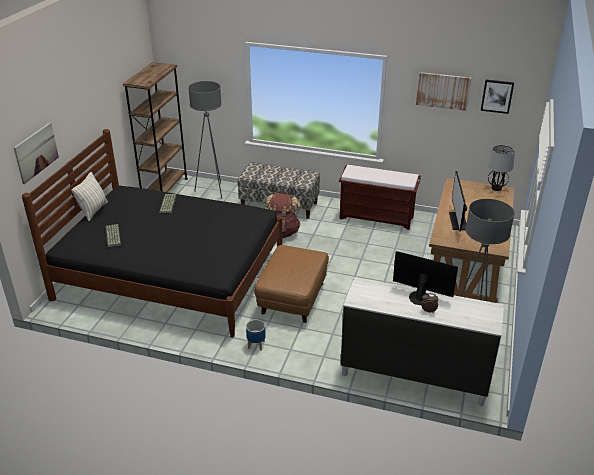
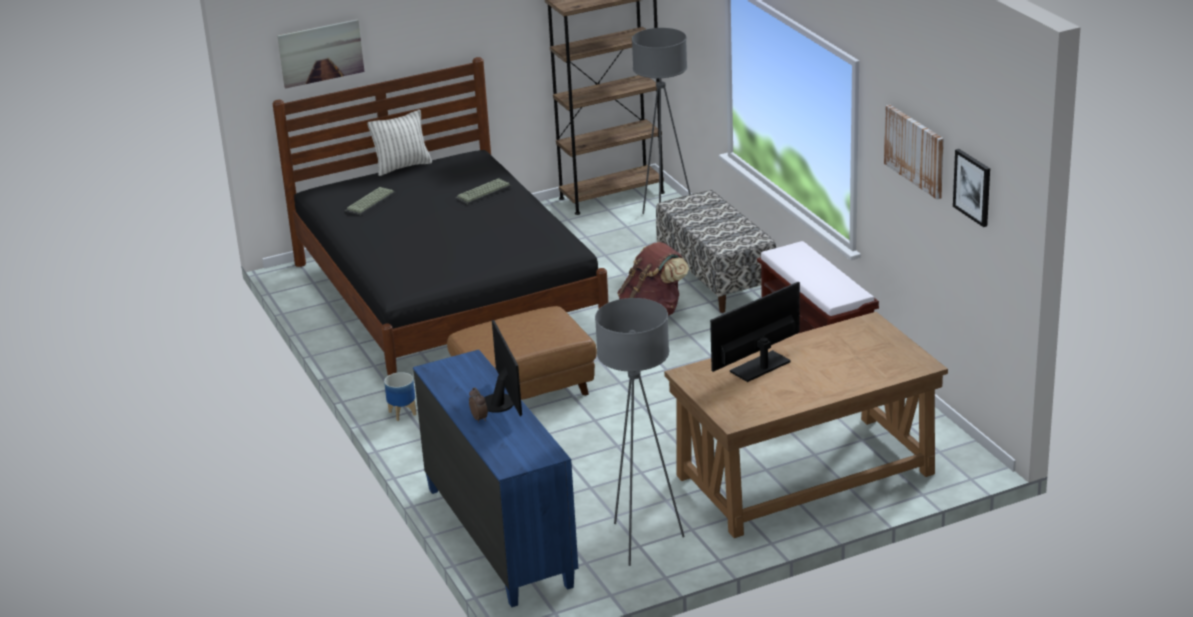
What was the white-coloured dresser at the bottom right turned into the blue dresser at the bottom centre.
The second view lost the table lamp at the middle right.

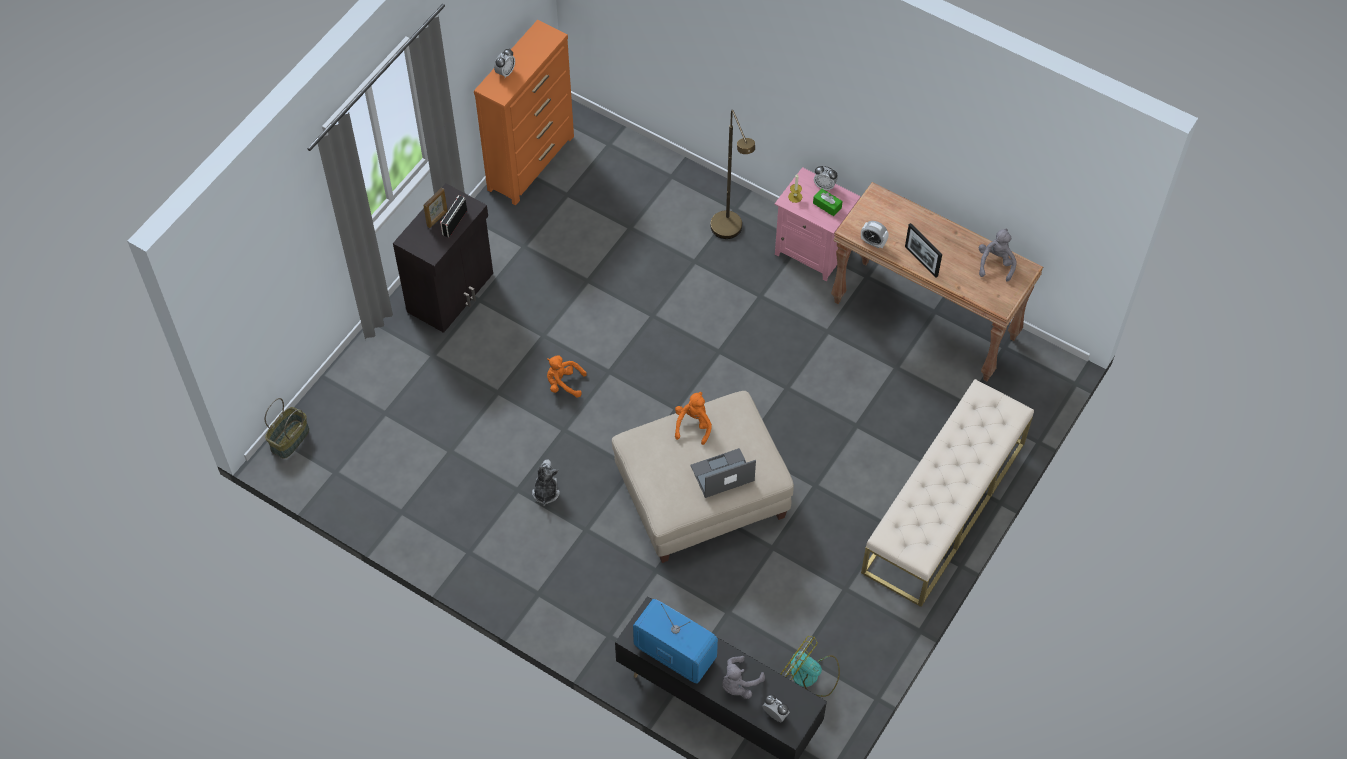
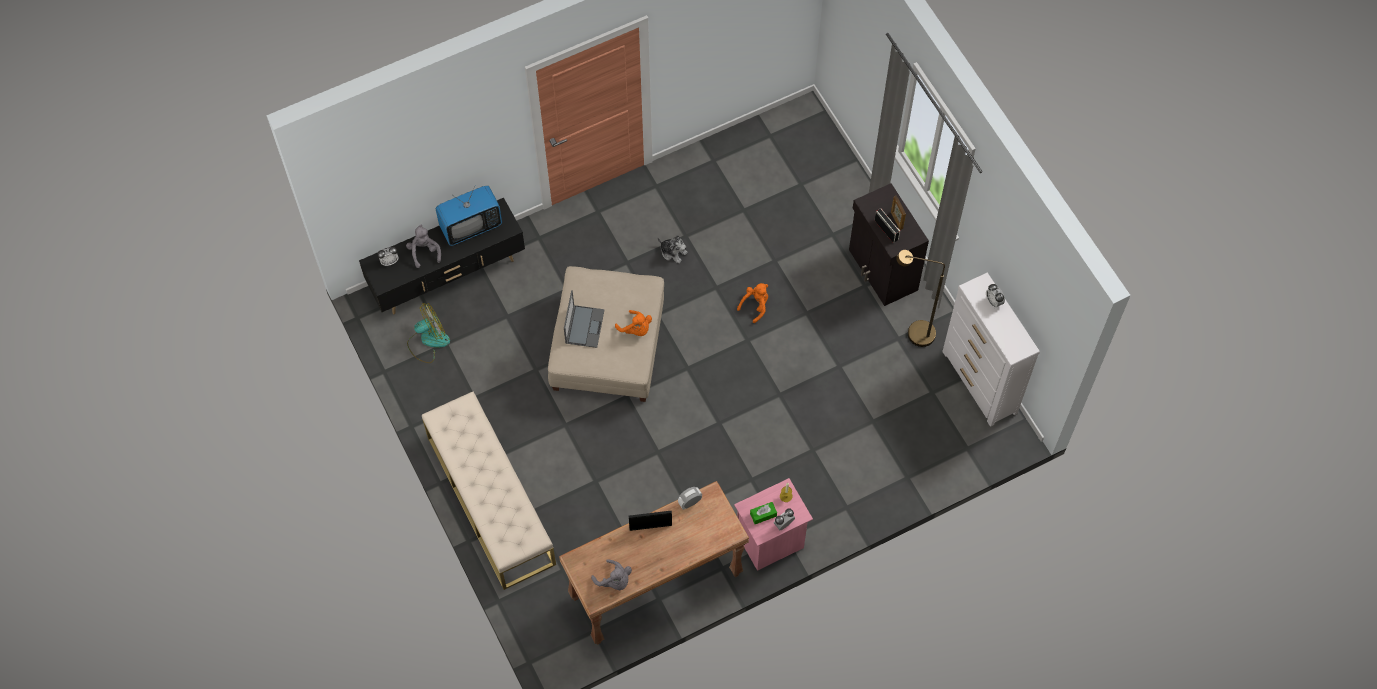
The second view lost the household basket at the middle left.
What was the orange-coloured dresser at the top centre turned into the white-coloured dresser at the middle right.
The brown standard lamp ended up elsewhere, having gone from the top centre to the middle right.

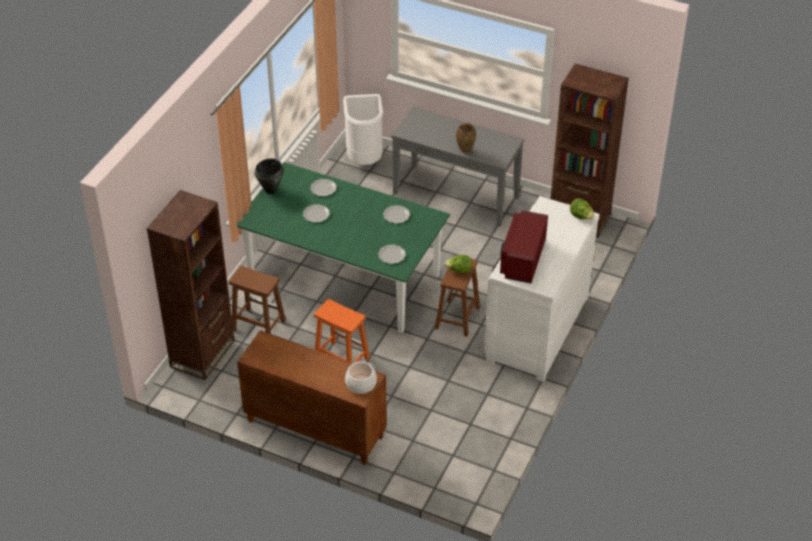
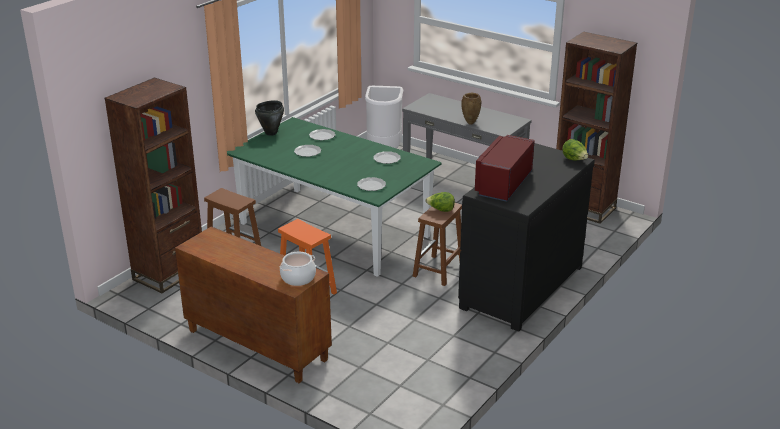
What was the white-coloured dresser at the middle right turned into the black dresser at the middle right.

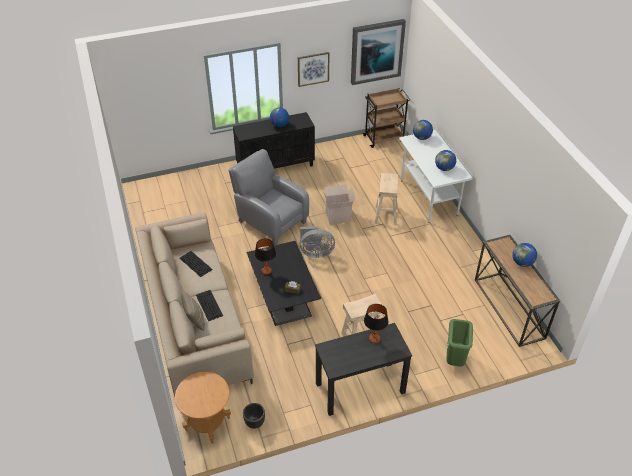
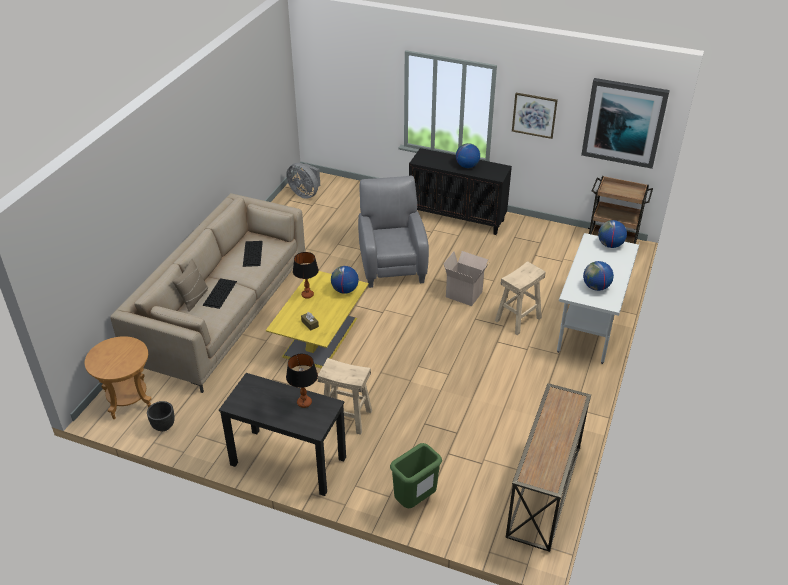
What was the black lounge table at the centre turned into the yellow-coloured lounge table at the centre.
The greyish electric fan ended up elsewhere, having gone from the centre to the top centre.
The world globe (4th from left in the first image) ended up elsewhere, having gone from the middle right to the centre.

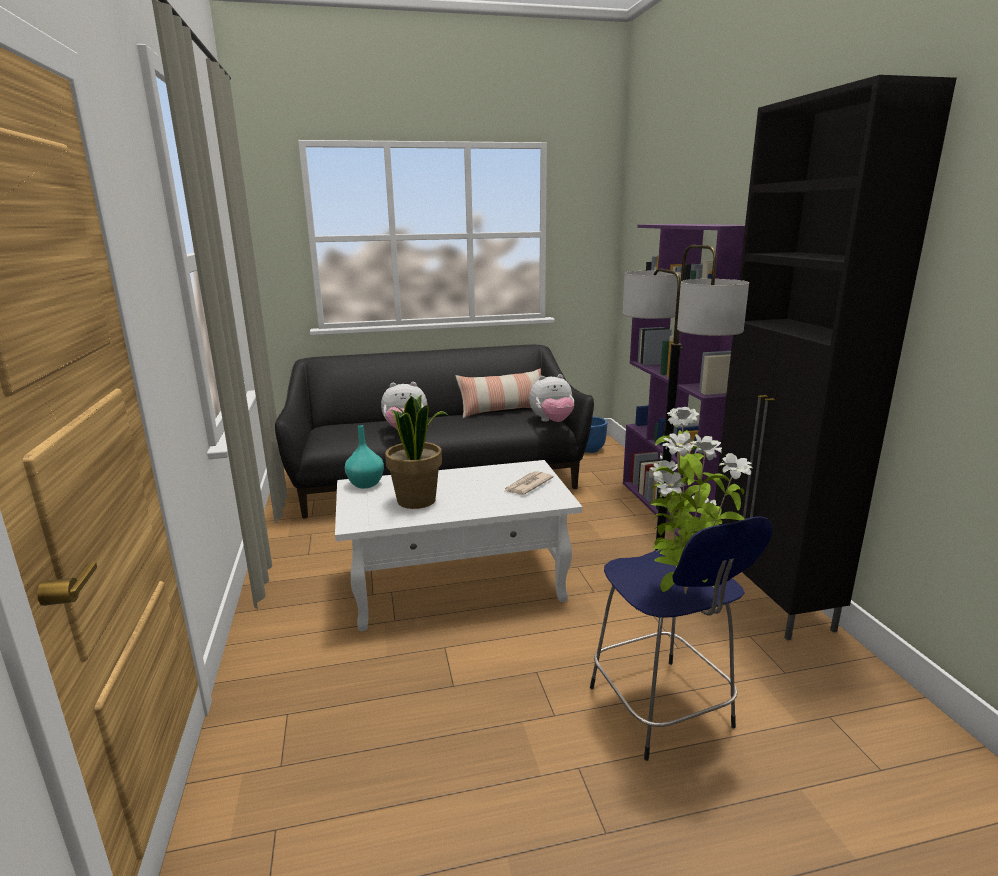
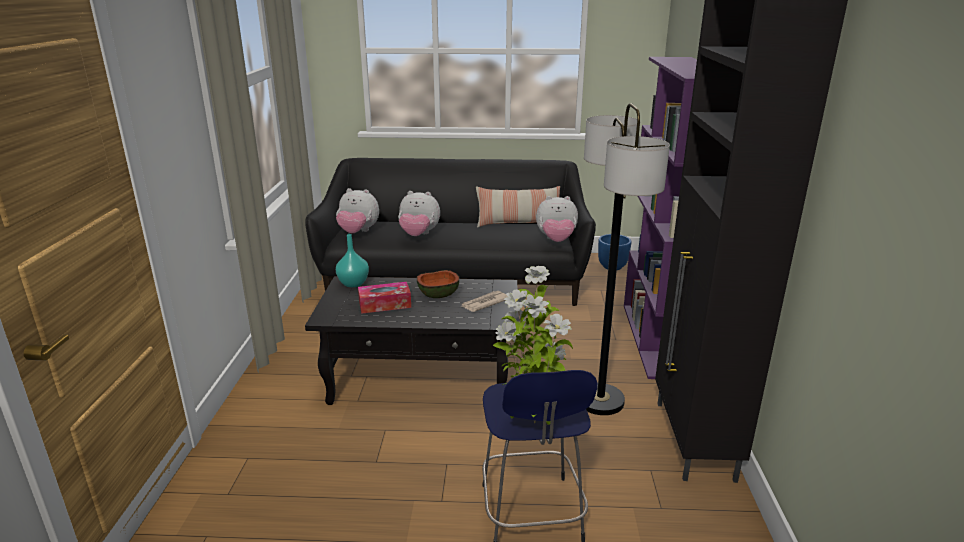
What was the white-coloured lounge table at the centre turned into the black lounge table at the centre.
Where the houseplant (1st from left) stood at the centre, the tissue box came to stand at the centre.
The second view gained the plush toy (1st from left) at the centre.
The second view gained the deep dish at the centre.

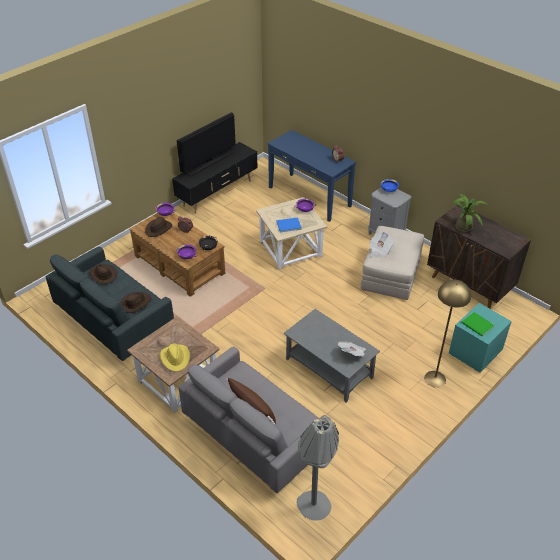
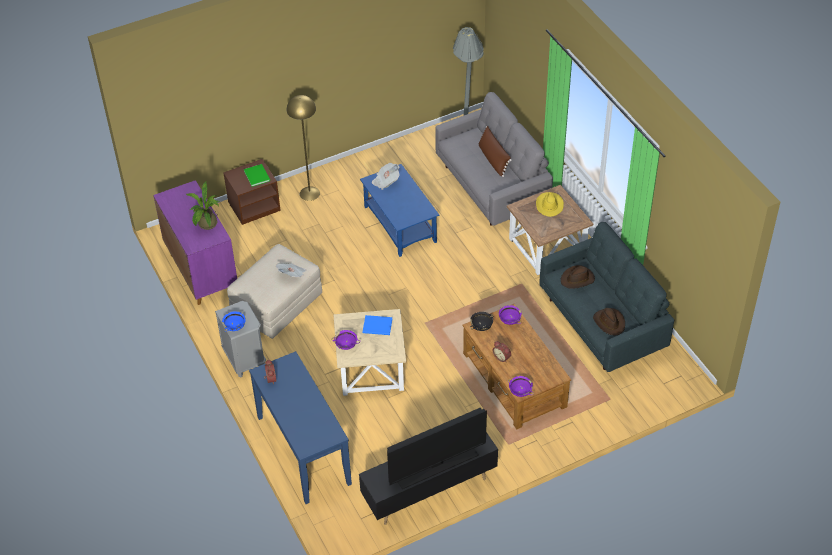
The second view lost the brown wearable hat (3rd from left) at the middle left.
What was the greyish lounge table at the centre turned into the blue lounge table at the centre.
What was the brown storage cabinet at the middle right turned into the purple storage cabinet at the middle left.
What was the blue-green bedside table at the middle right turned into the brown bedside table at the middle left.

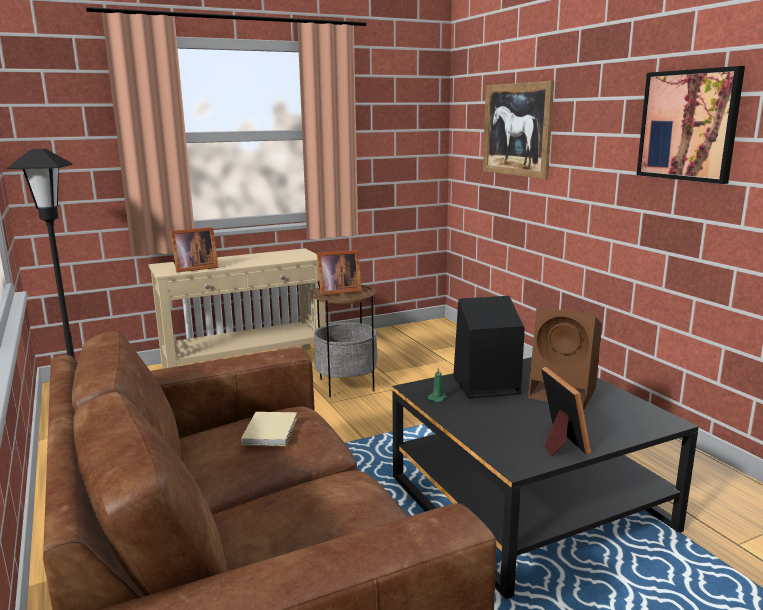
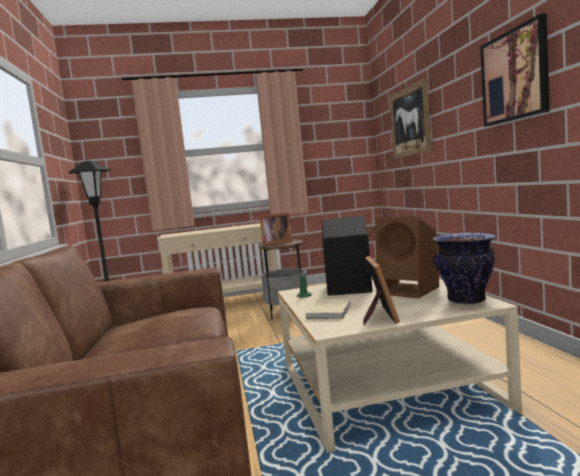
The second view lost the photo frame (1st from left) at the middle left.
The beige-coloured book ended up elsewhere, having gone from the bottom centre to the centre.
What was the black lounge table at the bottom right turned into the beige-coloured lounge table at the bottom right.
The second view gained the flower vase at the middle right.

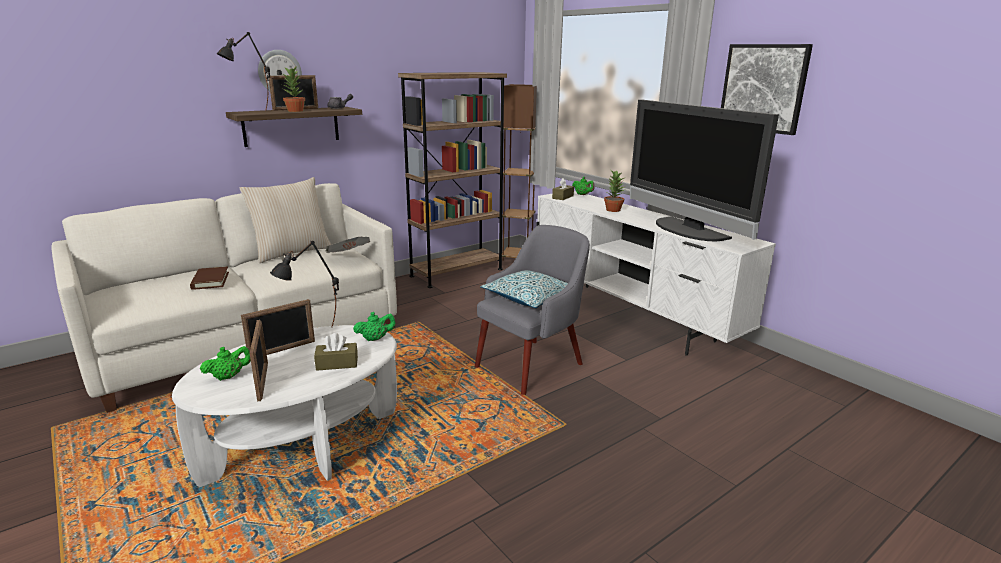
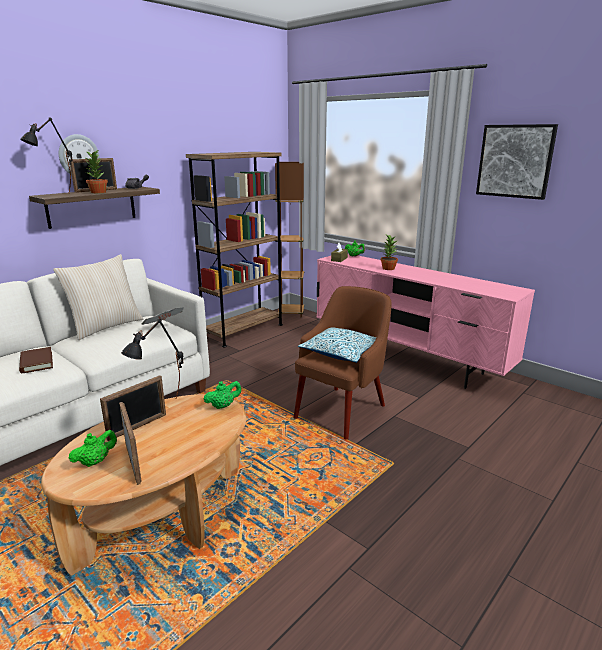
What was the white-coloured lounge table at the bottom left turned into the brown lounge table at the bottom left.
The second view lost the brown tissue box (1st from left) at the centre.
What was the greyish armchair at the centre turned into the brown armchair at the centre.
What was the white-coloured media console at the centre turned into the pinkish media console at the middle right.
The second view lost the TV set at the top right.

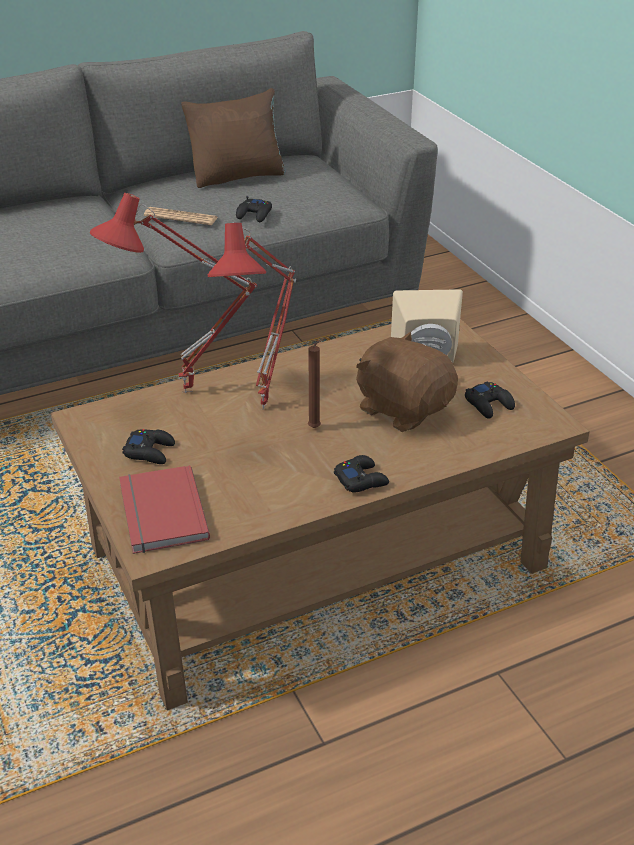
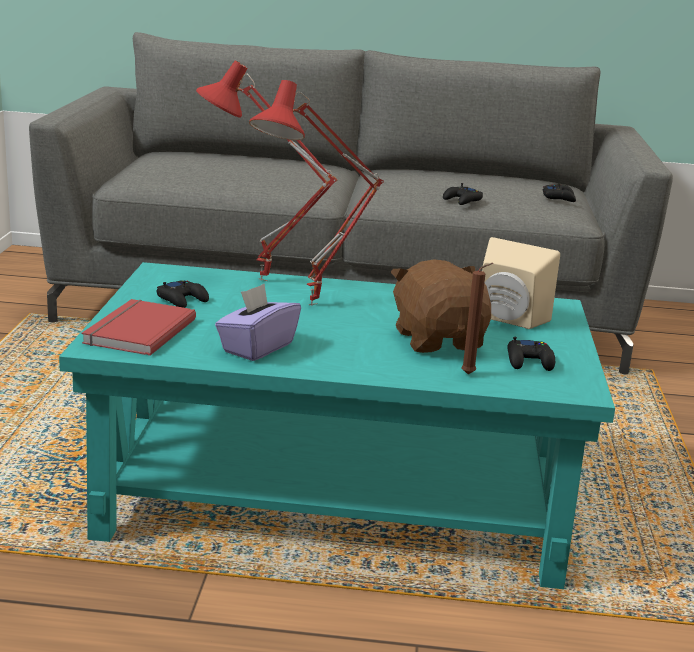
What was the brown lounge table at the centre turned into the blue-green lounge table at the centre.
The second view lost the printed paper at the top left.
The second view lost the brown throw pillow at the top centre.
The brown wax candle ended up elsewhere, having gone from the centre to the middle right.
The black joypad (3rd from left in the first image) ended up elsewhere, having gone from the centre to the top right.
The second view gained the purple tissue box at the centre.

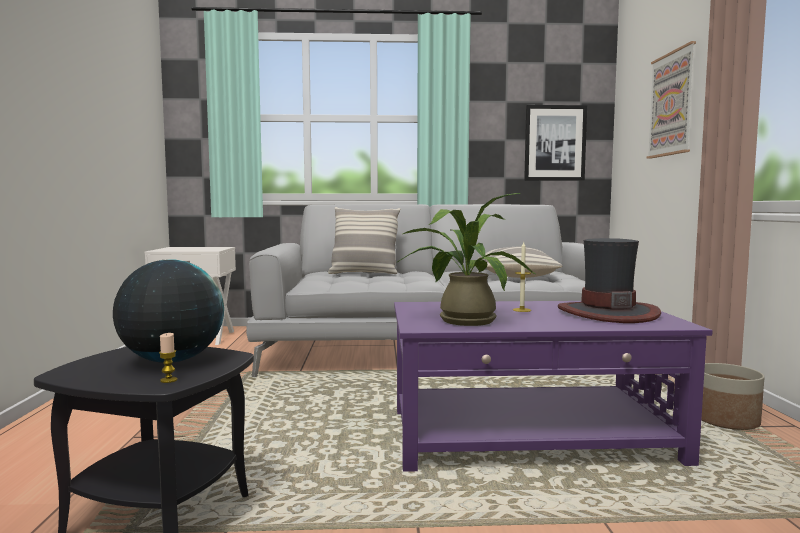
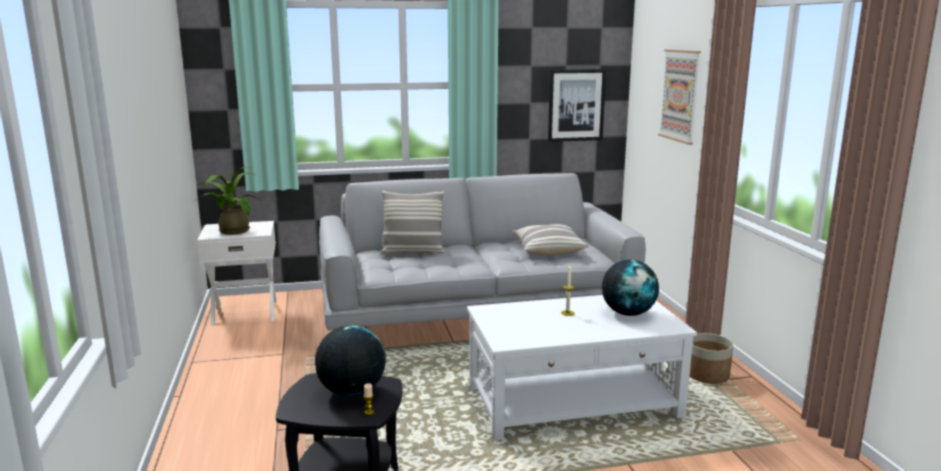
What was the purple lounge table at the bottom right turned into the white-coloured lounge table at the bottom centre.
The houseplant ended up elsewhere, having gone from the centre to the middle left.
Where the wearable hat stood at the middle right, the world globe (2nd from left) came to stand at the middle right.

